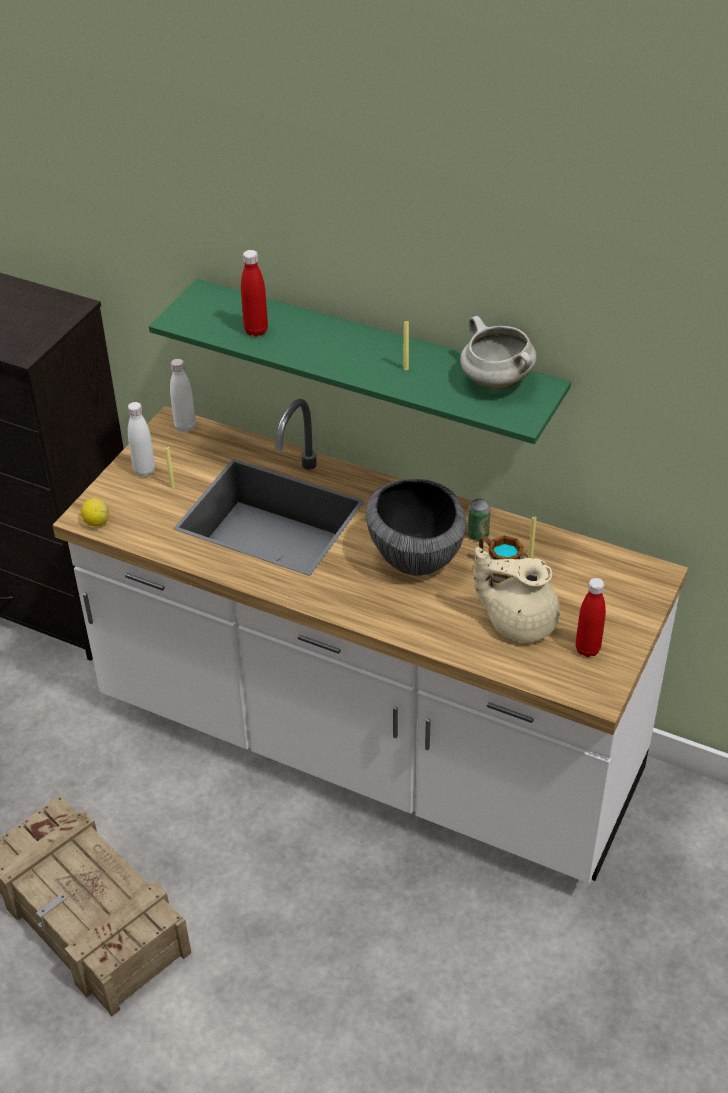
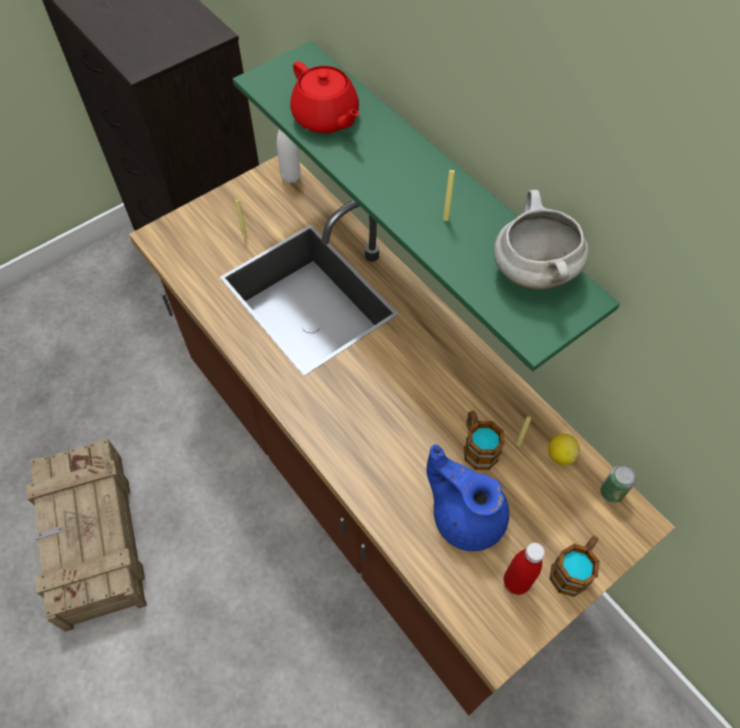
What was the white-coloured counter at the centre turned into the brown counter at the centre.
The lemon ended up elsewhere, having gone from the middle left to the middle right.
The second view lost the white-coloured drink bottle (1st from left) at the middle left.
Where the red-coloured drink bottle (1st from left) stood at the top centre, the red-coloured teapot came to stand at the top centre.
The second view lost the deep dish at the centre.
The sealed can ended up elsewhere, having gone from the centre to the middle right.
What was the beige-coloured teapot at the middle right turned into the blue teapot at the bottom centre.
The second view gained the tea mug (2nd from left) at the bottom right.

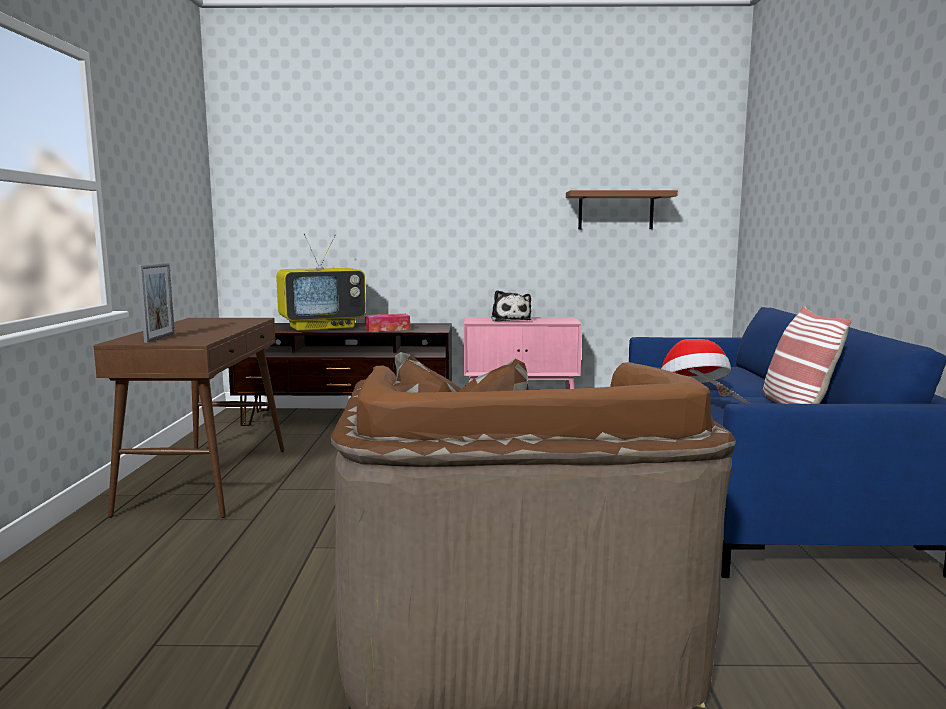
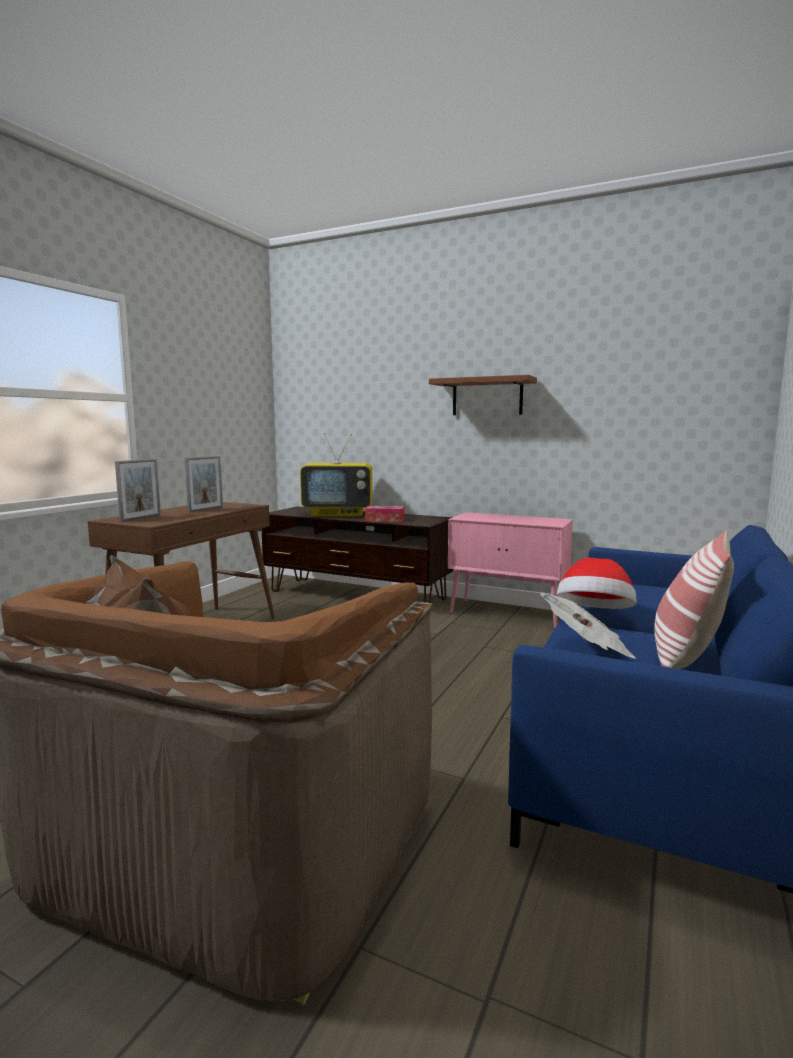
The second view lost the plush toy at the centre.
The brown shelf ended up elsewhere, having gone from the top centre to the centre.
The second view gained the photo frame (2nd from left) at the middle left.

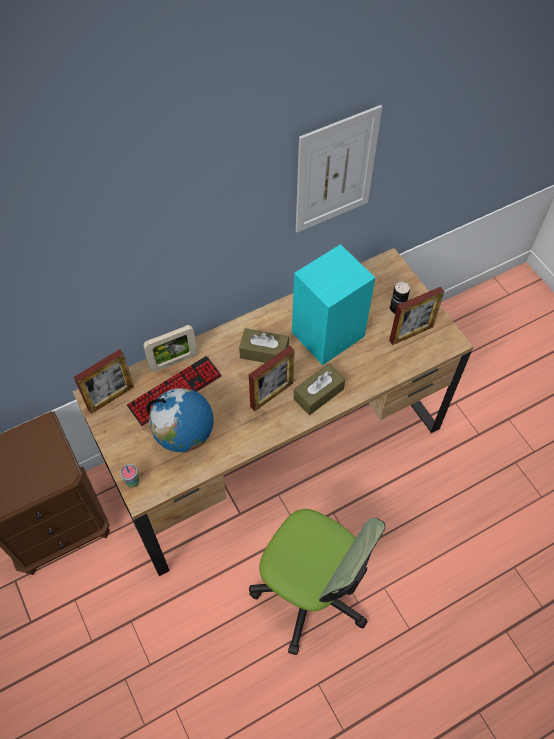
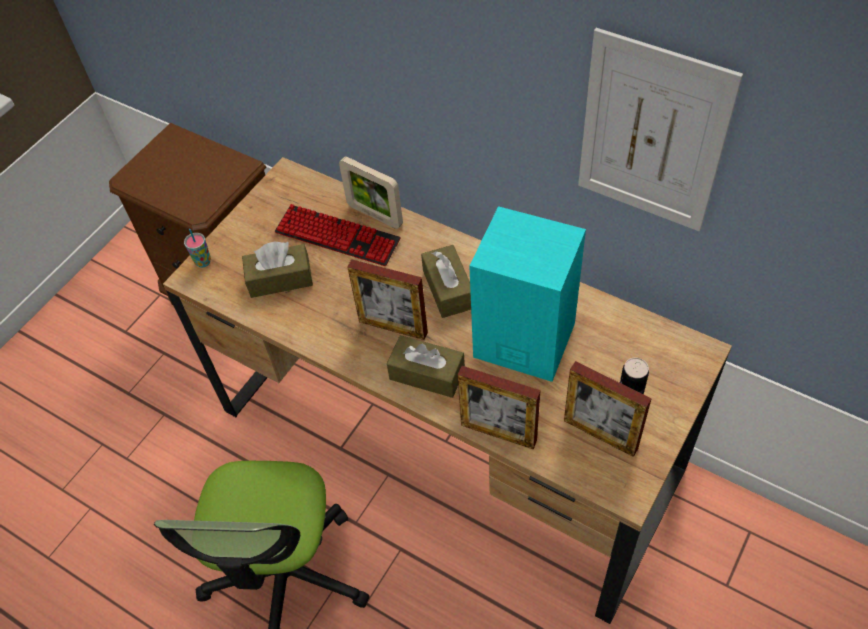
The photo frame (1st from left in the first image) ended up elsewhere, having gone from the middle left to the centre.
Where the world globe stood at the middle left, the brown tissue box (1st from left) came to stand at the middle left.

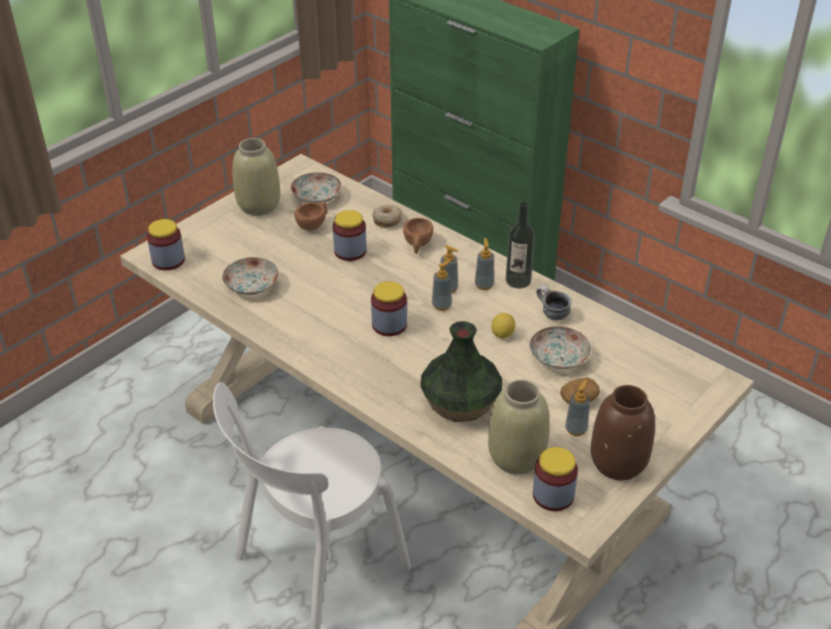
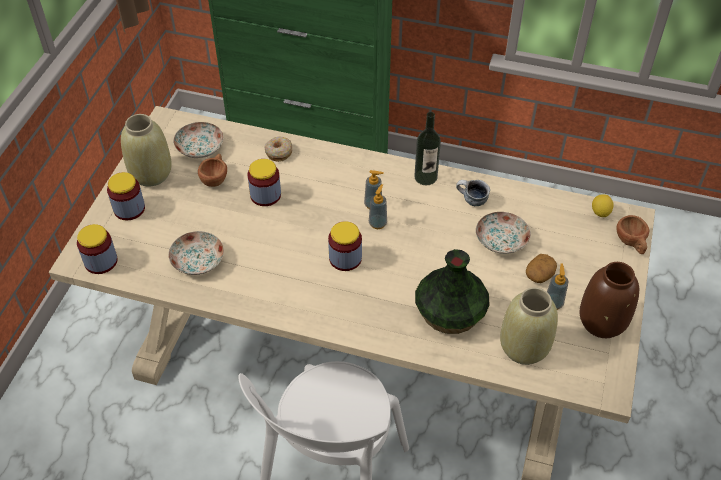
The brown small cup (2nd from left) ended up elsewhere, having gone from the centre to the middle right.
The second view lost the liquid soap bottle (3rd from left) at the centre.
The lemon ended up elsewhere, having gone from the centre to the middle right.
The jar (4th from left in the first image) ended up elsewhere, having gone from the bottom right to the middle left.

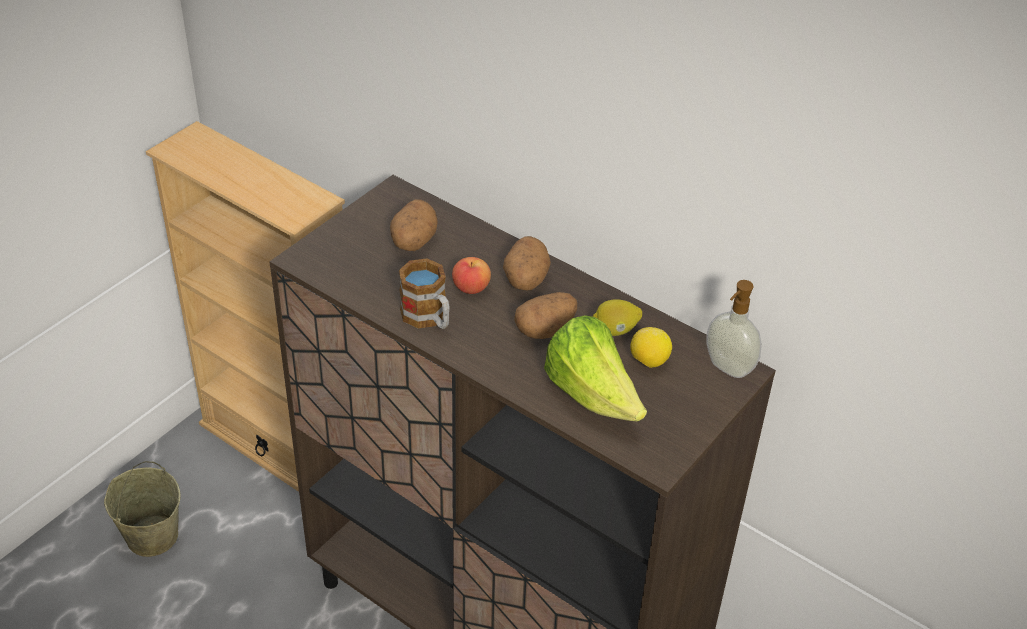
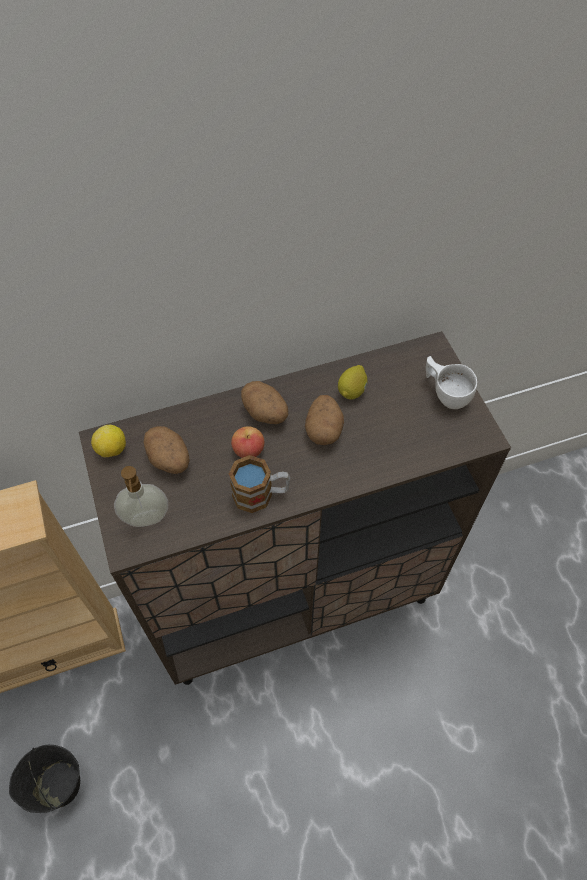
What was the beige-coloured pail at the bottom left turned into the black pail at the bottom left.
The second view lost the head of lettuce at the centre.
The lemon (2nd from left in the first image) ended up elsewhere, having gone from the centre to the middle left.
The liquid soap bottle ended up elsewhere, having gone from the middle right to the middle left.
The second view gained the white-coloured small cup at the middle right.

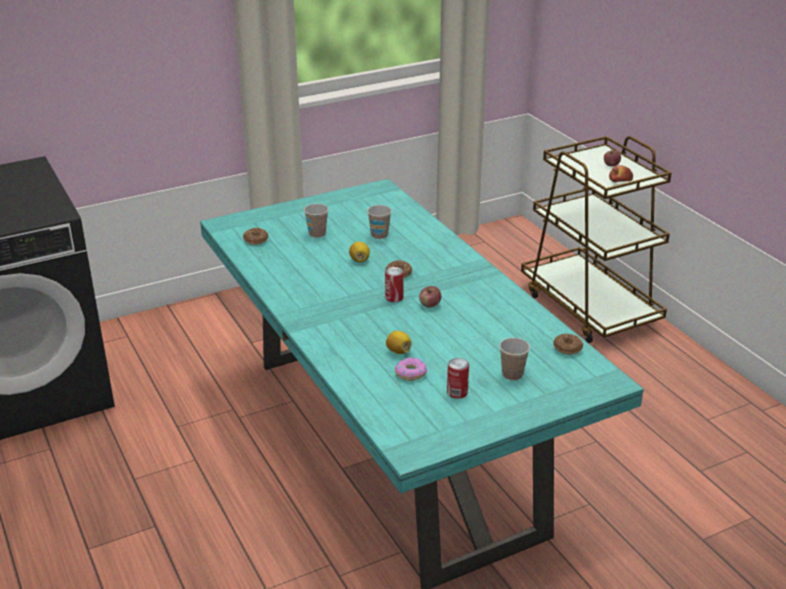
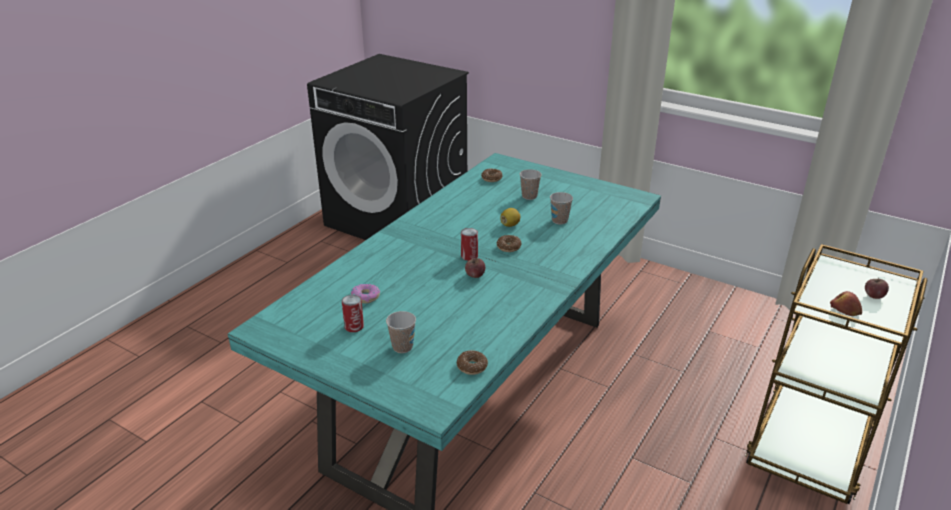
The second view lost the lemon (2nd from left) at the centre.

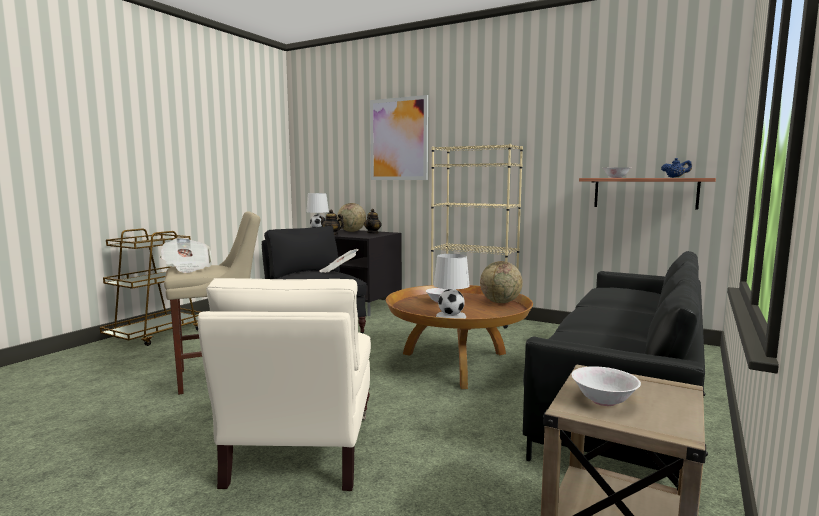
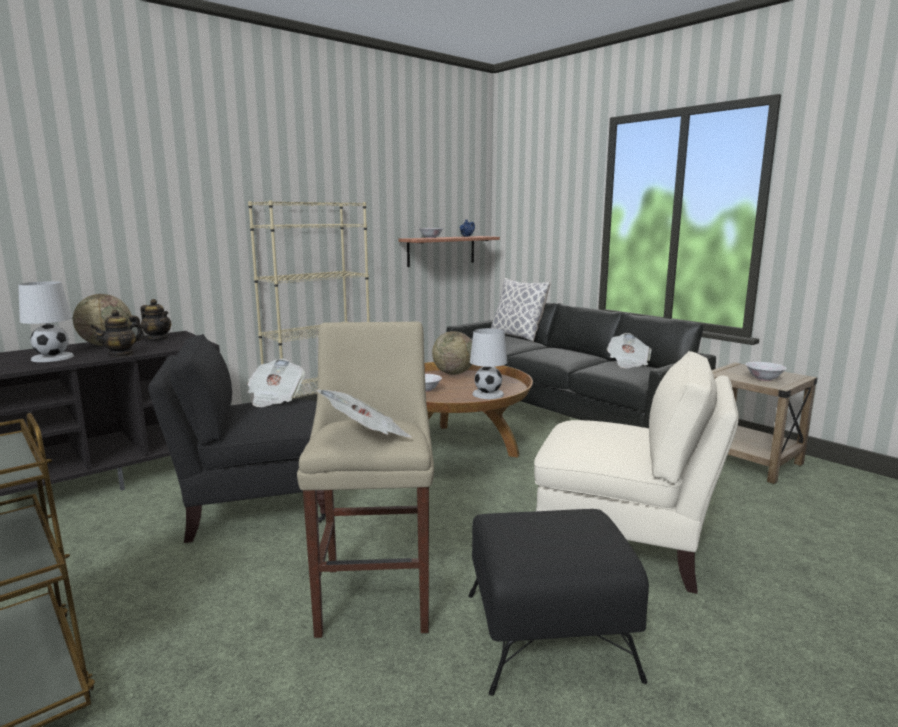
The second view lost the picture at the top centre.
The second view gained the black footrest at the bottom centre.
The second view gained the throw pillow at the centre.
The second view gained the printed paper (3rd from left) at the middle right.

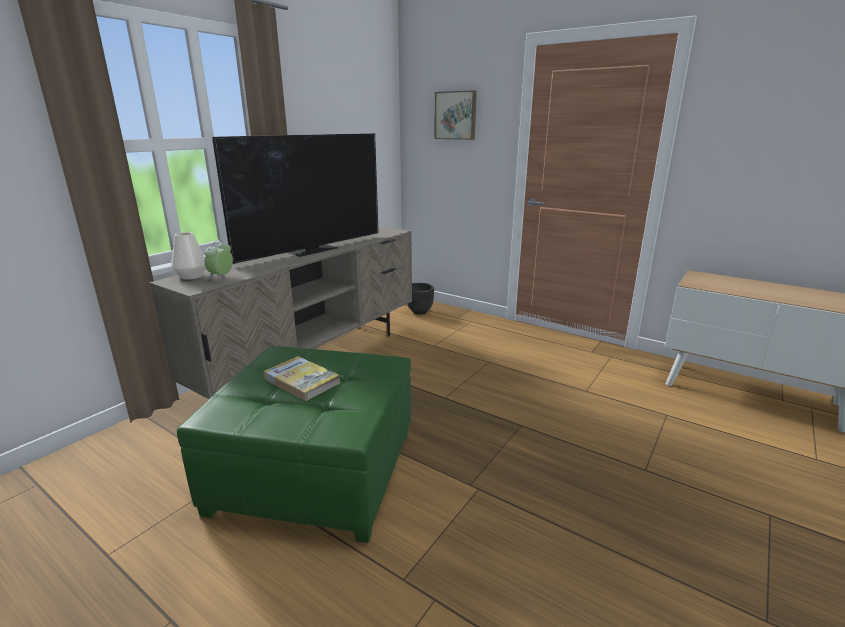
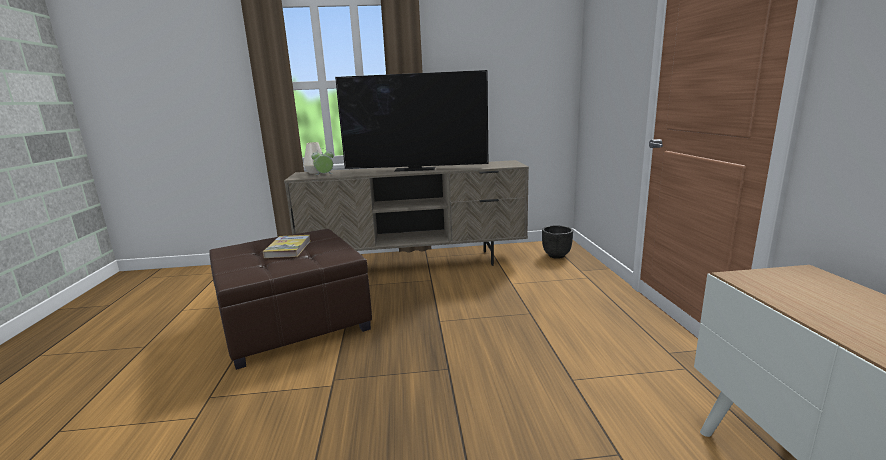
What was the green footrest at the bottom centre turned into the brown footrest at the middle left.
The second view lost the picture at the top centre.

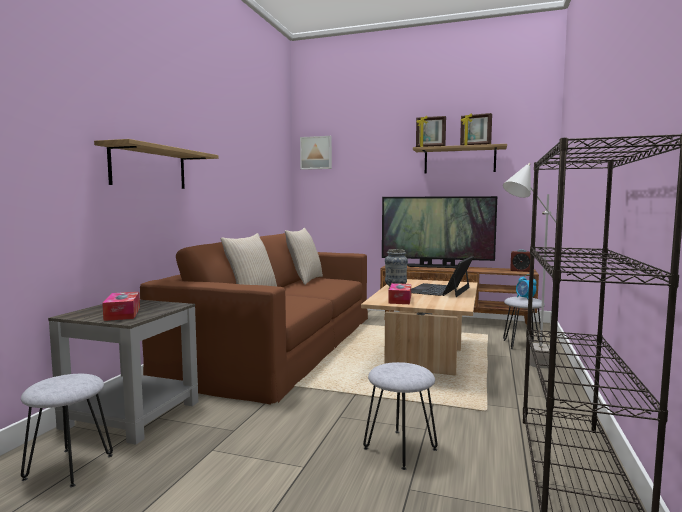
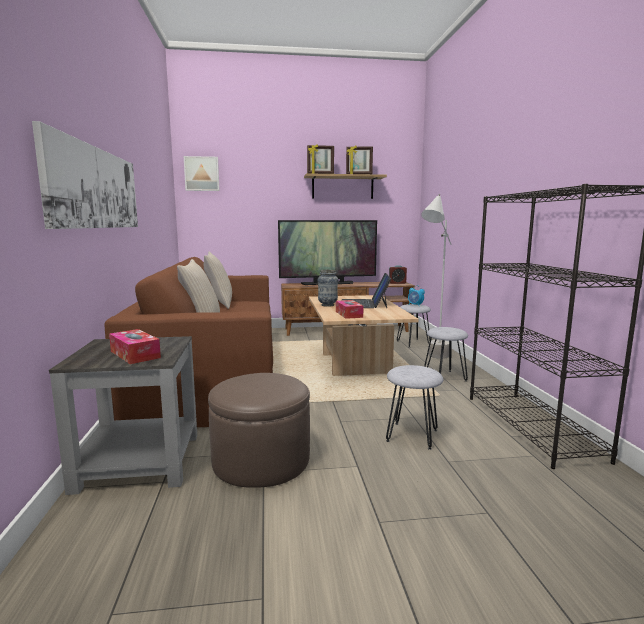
The greyish stool (1st from left in the first image) ended up elsewhere, having gone from the bottom left to the middle right.
Where the shelf (1st from left) hung at the top left, the picture (1st from left) came to hang at the top left.
The second view gained the brown footrest at the bottom centre.

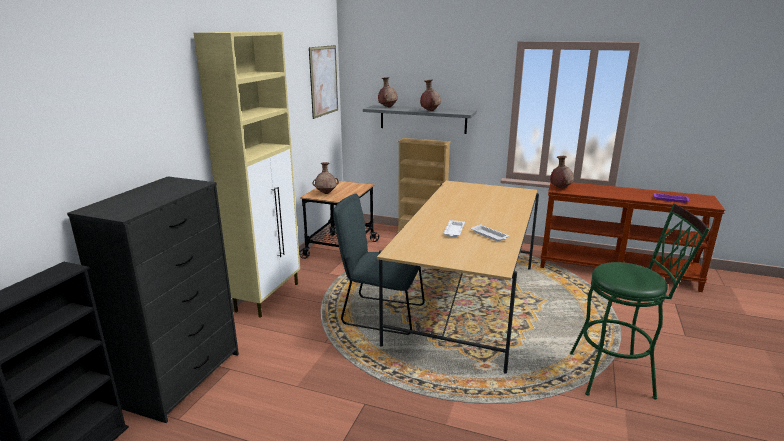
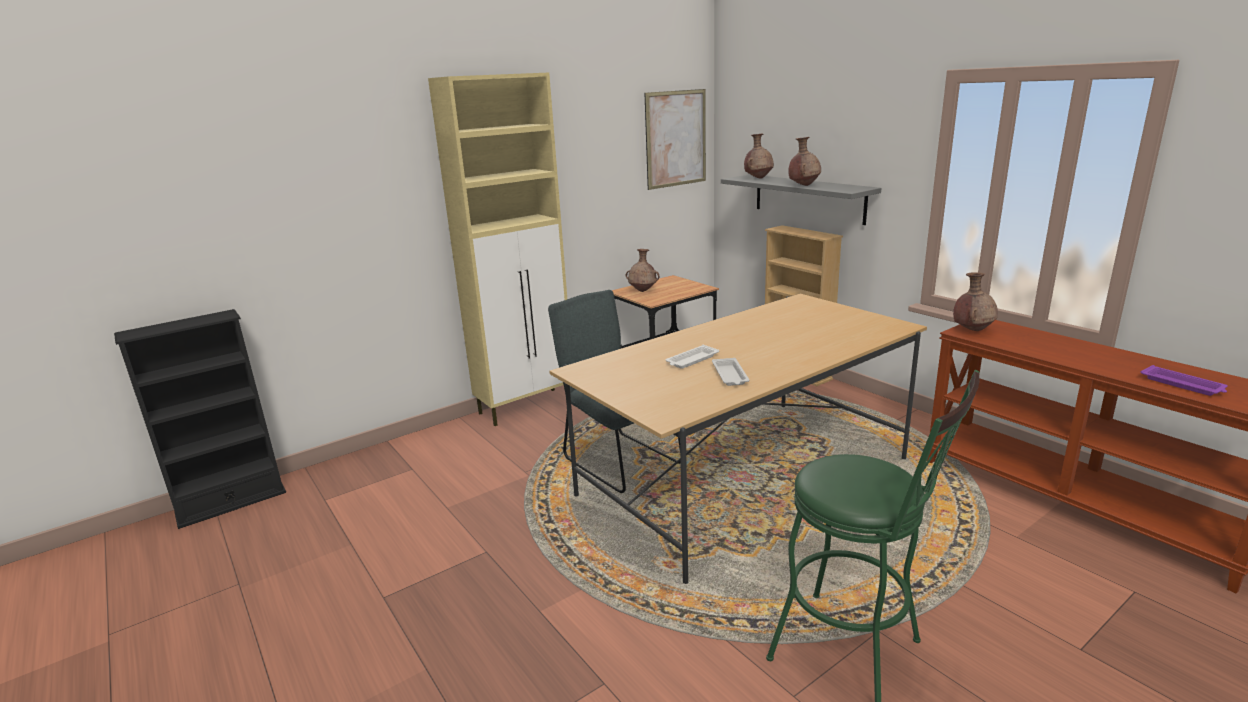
The second view lost the black dresser at the bottom left.

